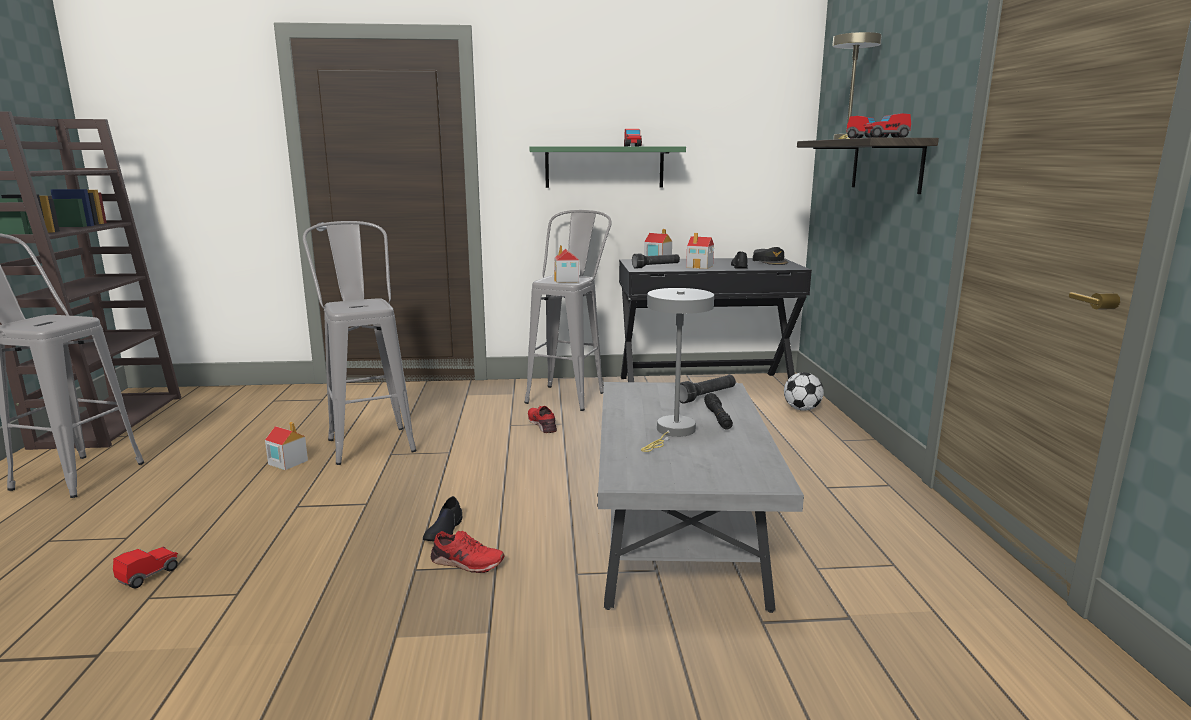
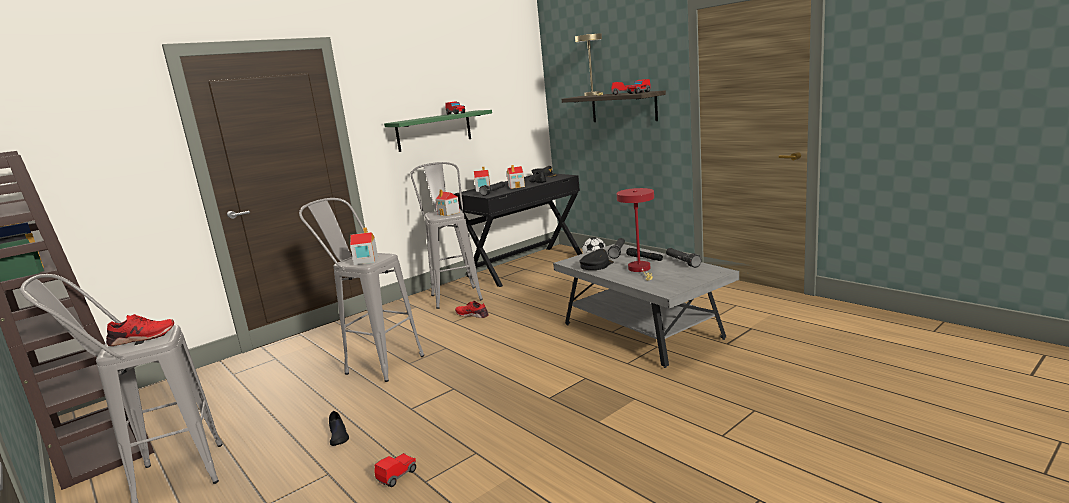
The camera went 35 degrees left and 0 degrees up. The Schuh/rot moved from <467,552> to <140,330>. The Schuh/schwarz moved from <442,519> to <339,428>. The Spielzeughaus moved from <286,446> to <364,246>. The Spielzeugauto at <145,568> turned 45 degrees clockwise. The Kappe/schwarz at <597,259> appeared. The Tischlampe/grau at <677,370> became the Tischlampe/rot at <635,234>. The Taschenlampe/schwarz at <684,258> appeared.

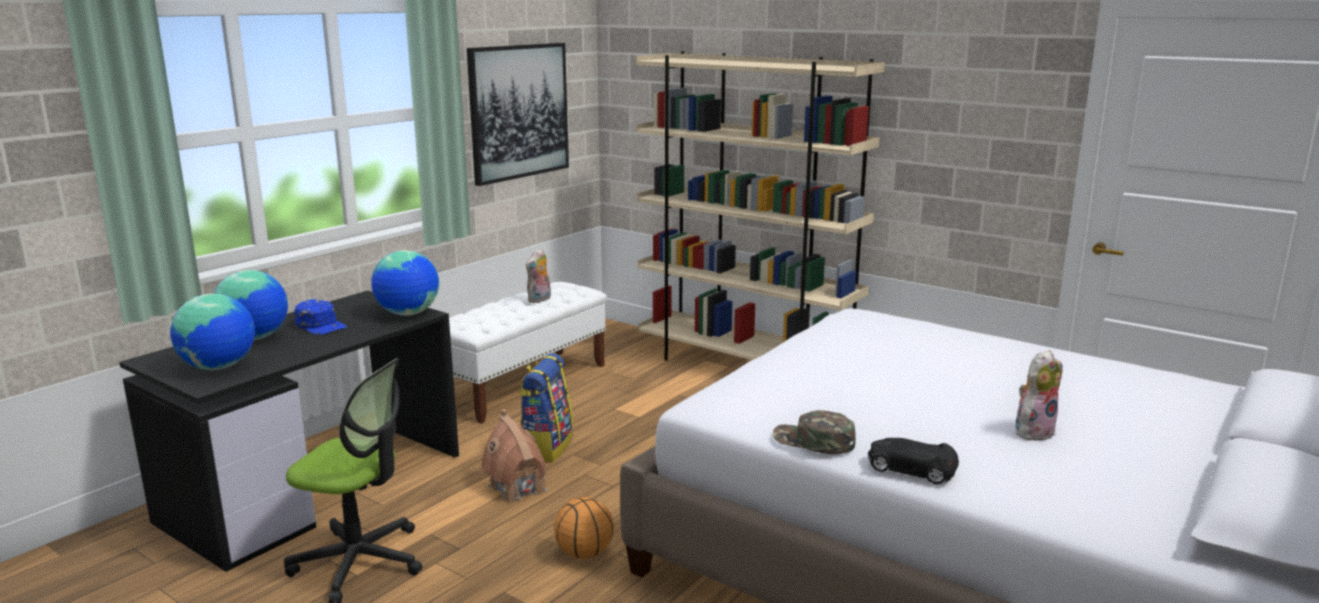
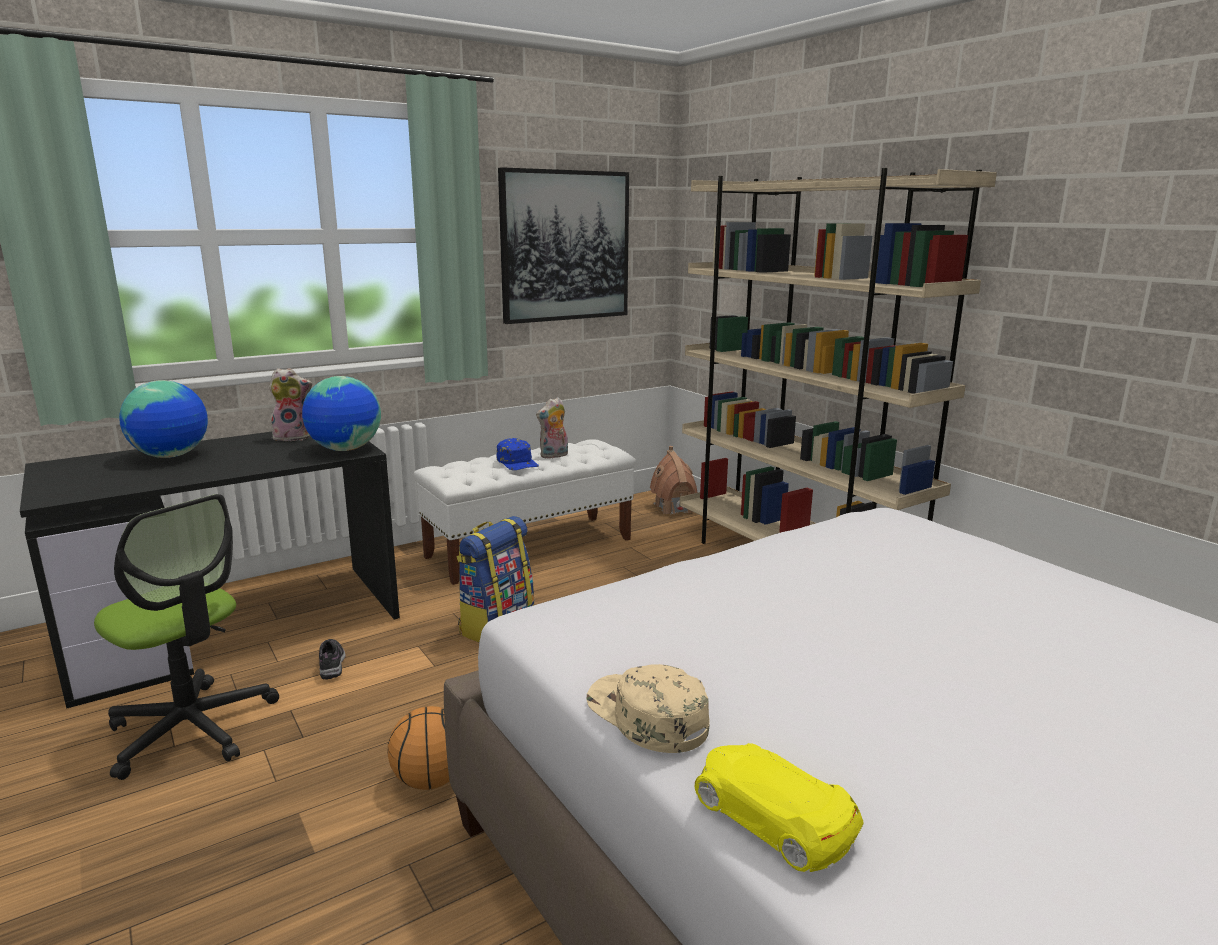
The camera went 20 degrees right and 0 degrees up. The Plüschtier moved from <1039,395> to <290,404>. The Schuh at <332,659> appeared. The Kappe/blau moved from <321,317> to <517,454>. The Kappe/grün at <814,432> became the Kappe/beige at <648,708>. The Spielzeughaus moved from <514,455> to <673,480>. The Spielzeugauto/schwarz at <913,461> became the Spielzeugauto/gelb at <779,807>. The Globus at <212,332> disappeared.

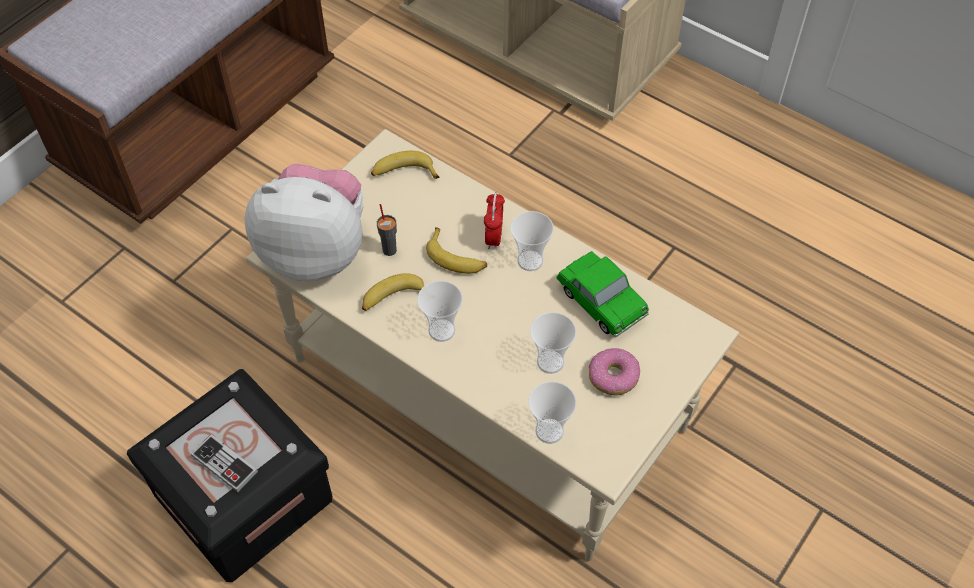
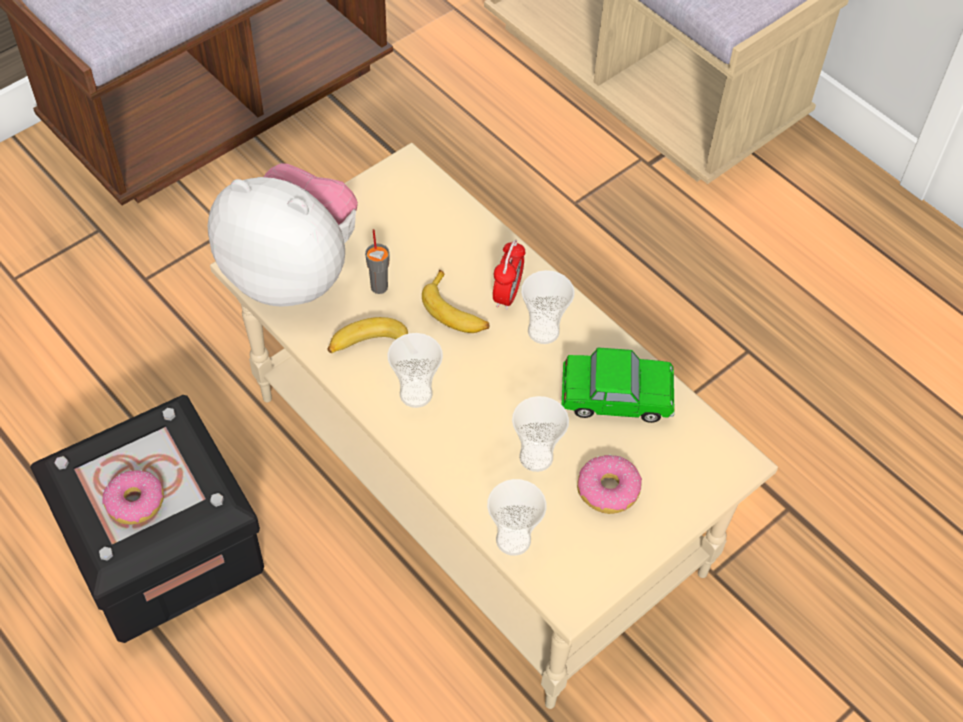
The camera went 10 degrees right and 0 degrees up. The Gamepad at <224,463> was replaced by the Donut at <133,497>. The Spielzeugauto at <603,294> turned 60 degrees counterclockwise. The Banane at <405,165> disappeared.

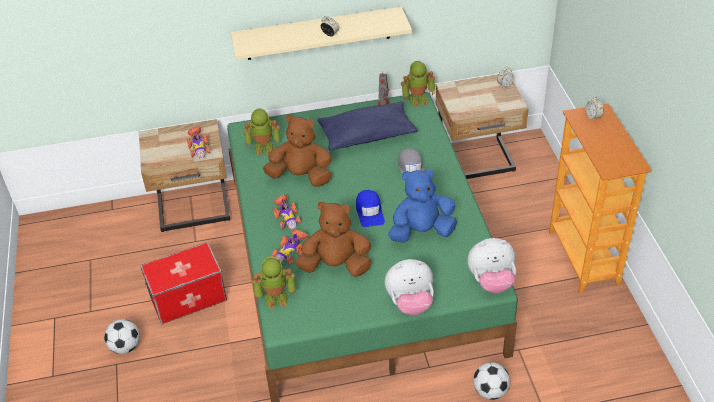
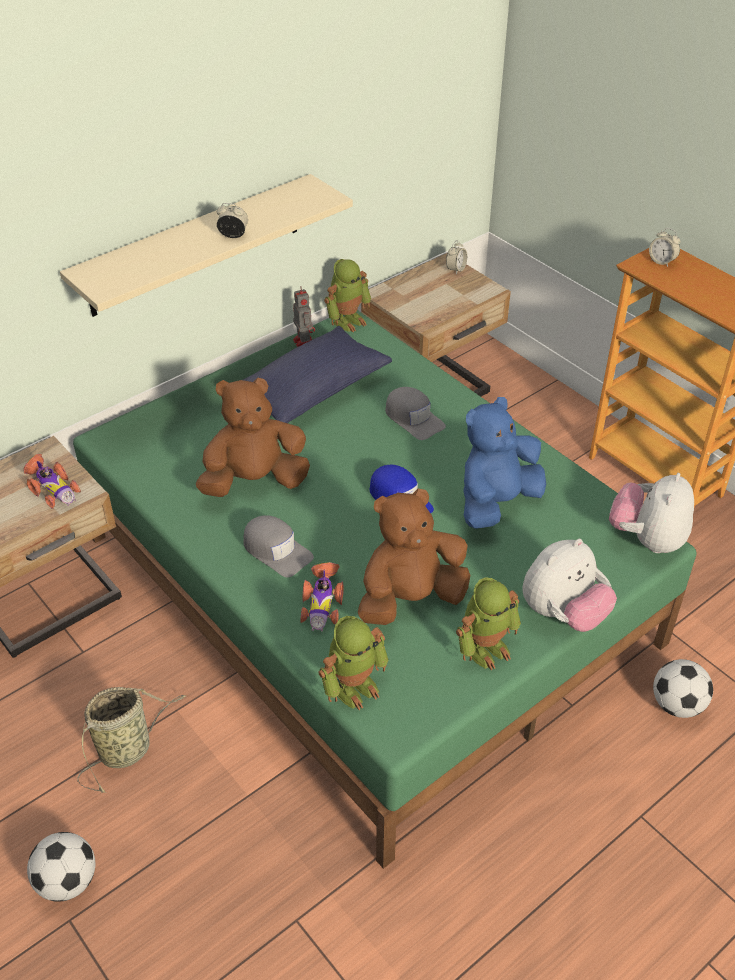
The camera went 30 degrees left and 0 degrees up. The Aufbewahrungsbox at <183,283> was replaced by the Korb at <132,740>. The Spielzeugauto at <287,212> was replaced by the Kappe/grau at <279,546>. The Spielzeugroboter moved from <262,132> to <488,624>. The Plüschtier at <491,265> turned 150 degrees clockwise.

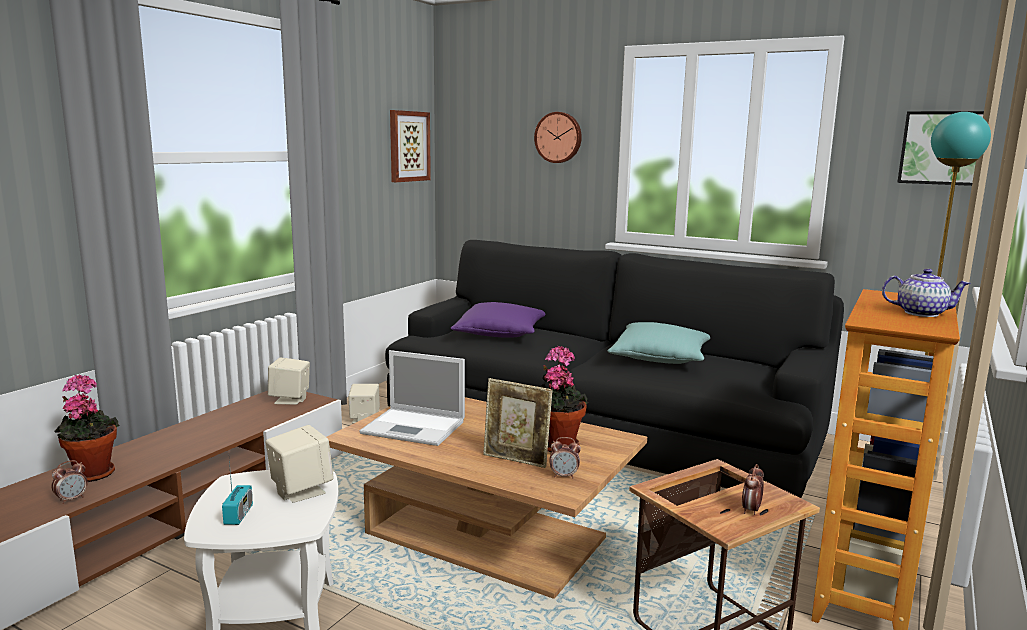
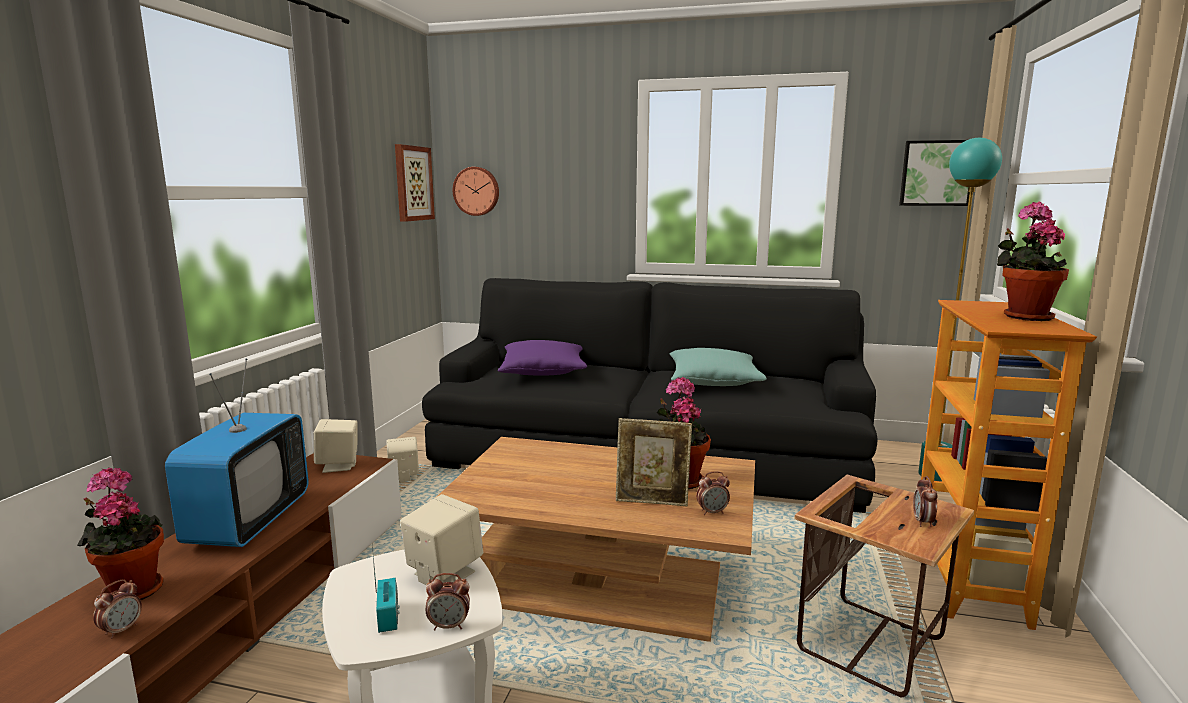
The camera went 15 degrees left and 0 degrees up. The Fernseher at <237,452> appeared. The Wecker at <448,601> appeared. The Wanduhr moved from <558,137> to <476,191>. The Teekanne at <926,293> was replaced by the Topfpflanze at <1033,261>. The Laptop at <412,398> disappeared.

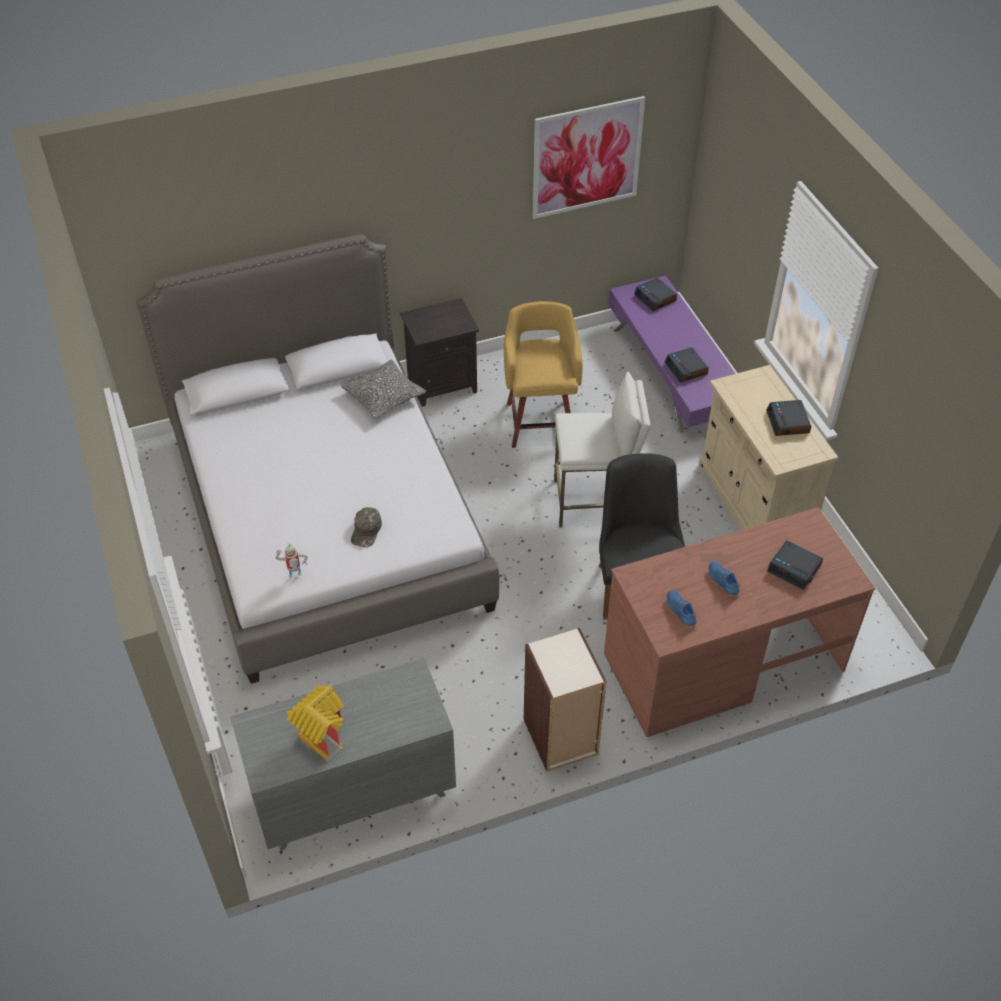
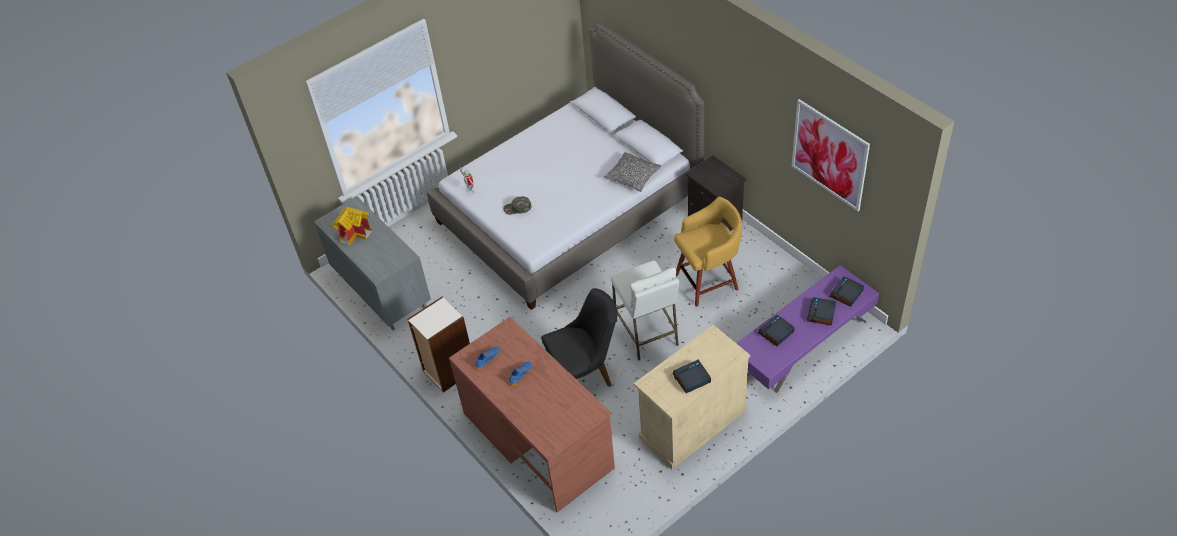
The camera went 75 degrees right and 0 degrees up. The Wecker moved from <795,565> to <821,311>.

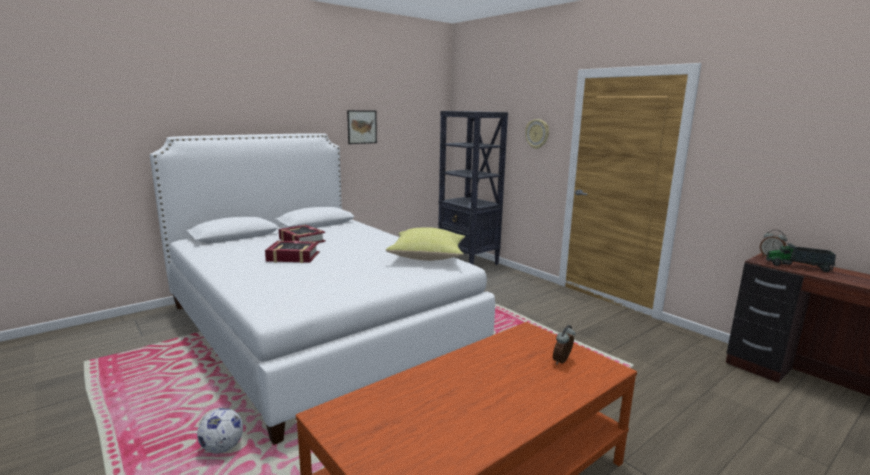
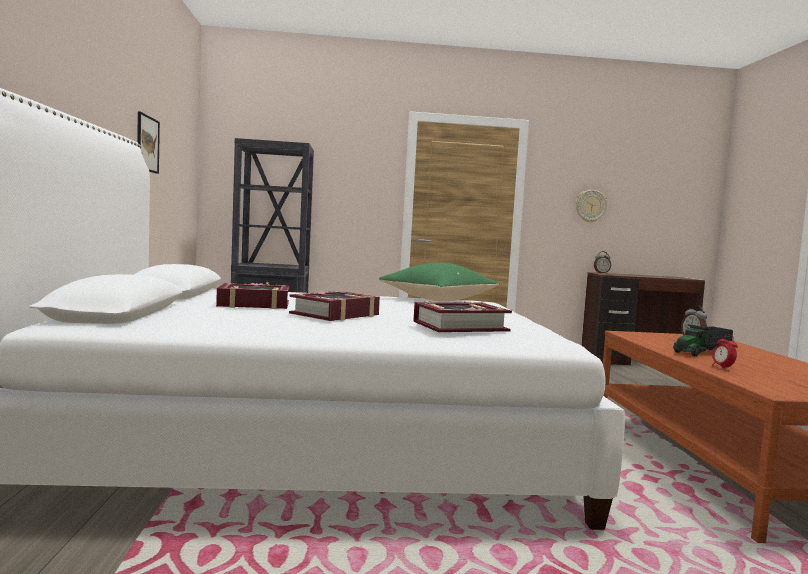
The camera went 55 degrees left and 10 degrees down. The Kissen/gelb at <425,244> became the Kissen/grün at <439,282>. The Buch at <462,316> appeared. The Wanduhr moved from <537,134> to <592,206>. The Spielzeuglaster moved from <801,257> to <703,340>. The Wecker at <725,352> appeared. The Fußball at <220,431> disappeared.

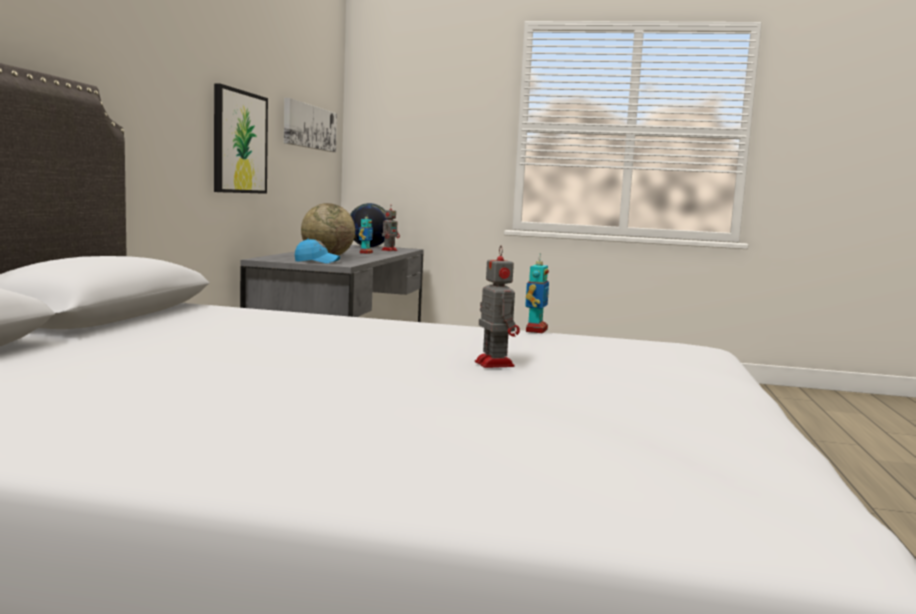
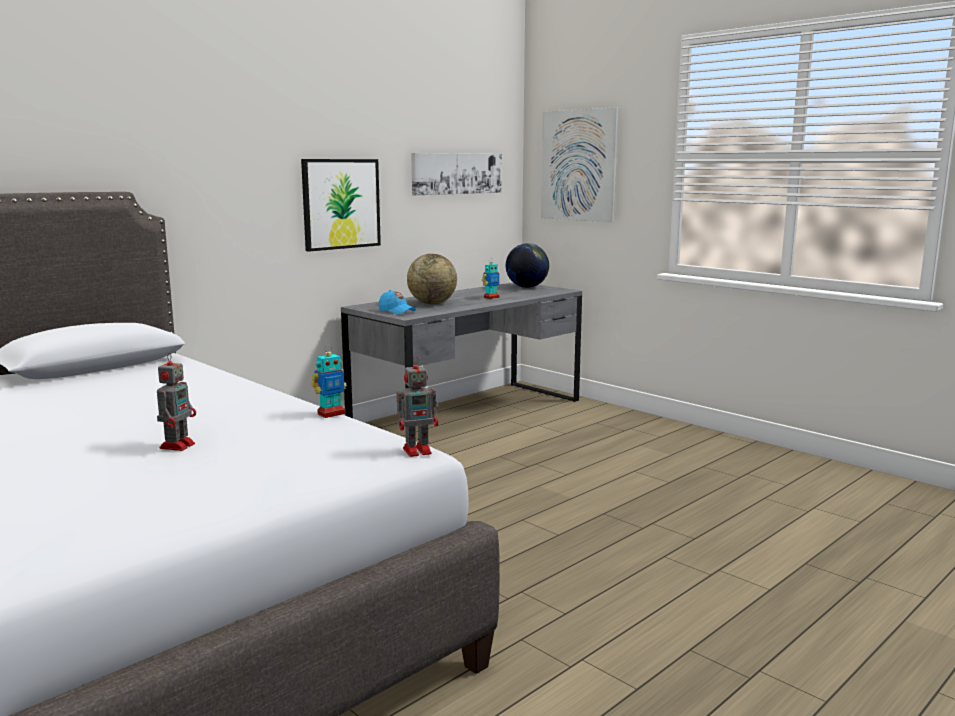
The camera went 35 degrees right and 5 degrees up. The Spielzeugroboter moved from <390,228> to <417,406>. The Bild at <579,165> appeared.

